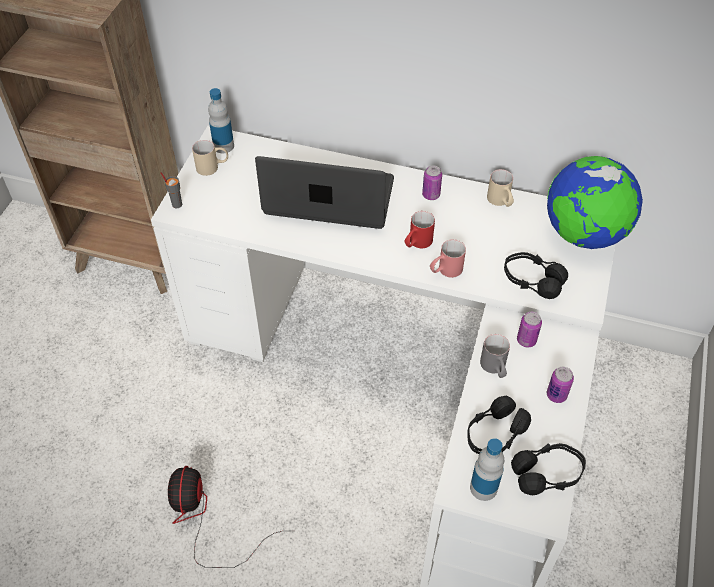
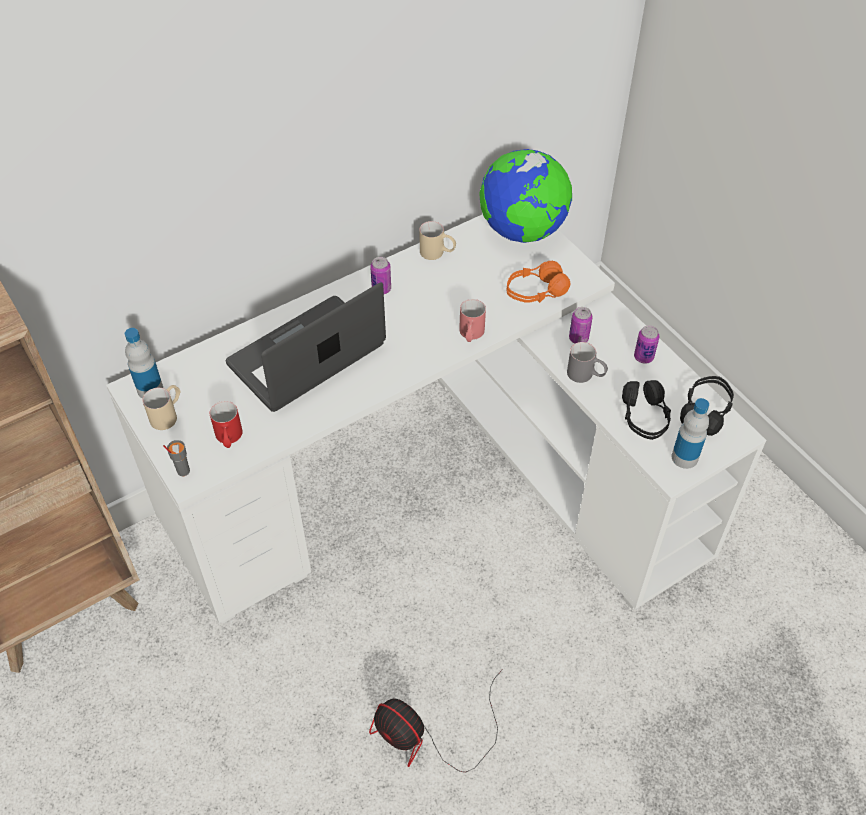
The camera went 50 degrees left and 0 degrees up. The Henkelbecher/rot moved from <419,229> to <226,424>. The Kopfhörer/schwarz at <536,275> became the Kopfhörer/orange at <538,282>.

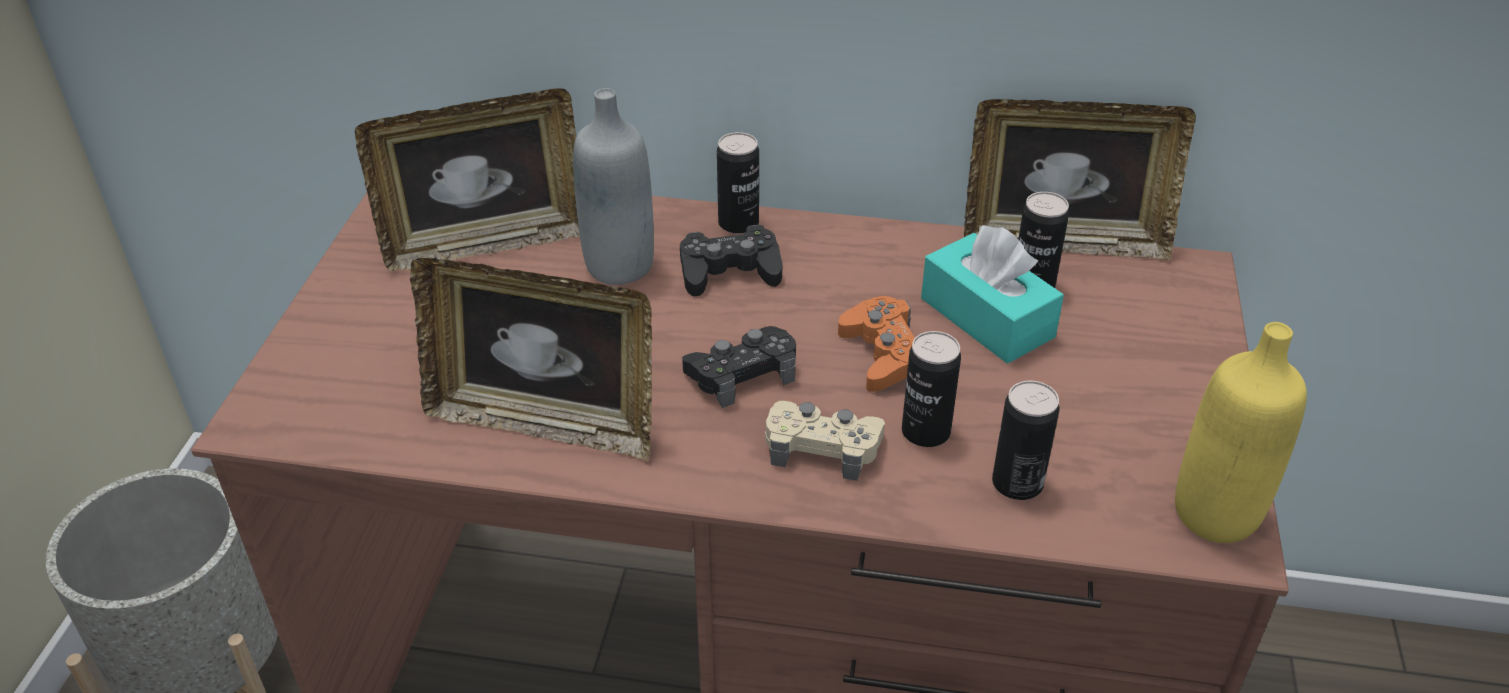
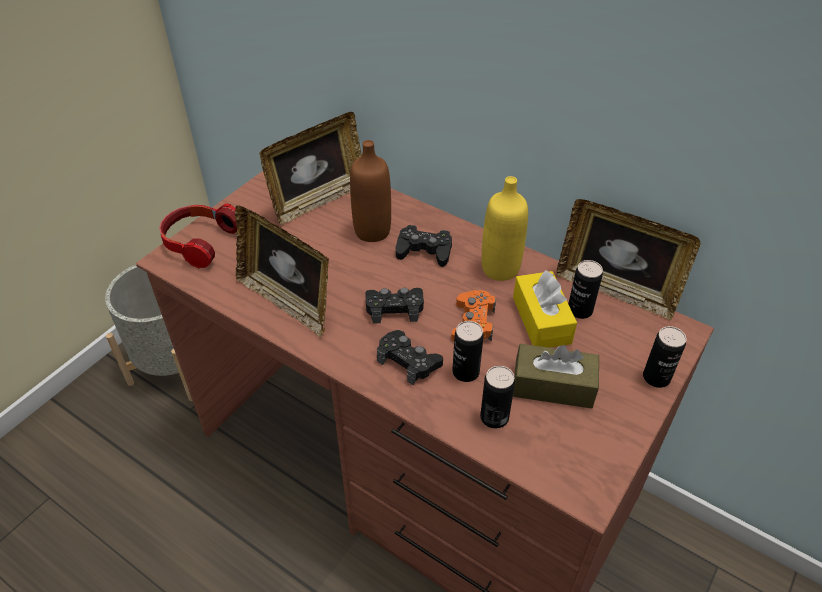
The camera went 25 degrees right and 5 degrees up. The Kopfhörer at <198,236> appeared. The Bilderrahmen at <467,180> turned 45 degrees counterclockwise. The Flasche/grau at <613,186> became the Flasche/braun at <370,191>. The Gamepad/beige at <825,441> became the Gamepad/schwarz at <410,357>. The Flasche/gelb moved from <1241,432> to <505,228>. The Taschentuchbox/türkis at <992,294> became the Taschentuchbox/gelb at <545,309>. The Taschentuchbox/braun at <556,376> appeared. The Dose moved from <738,183> to <664,357>.

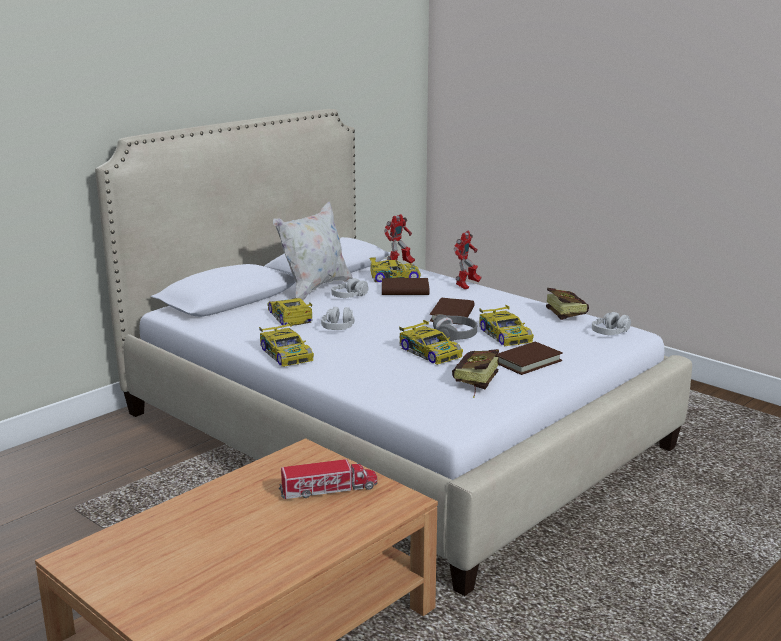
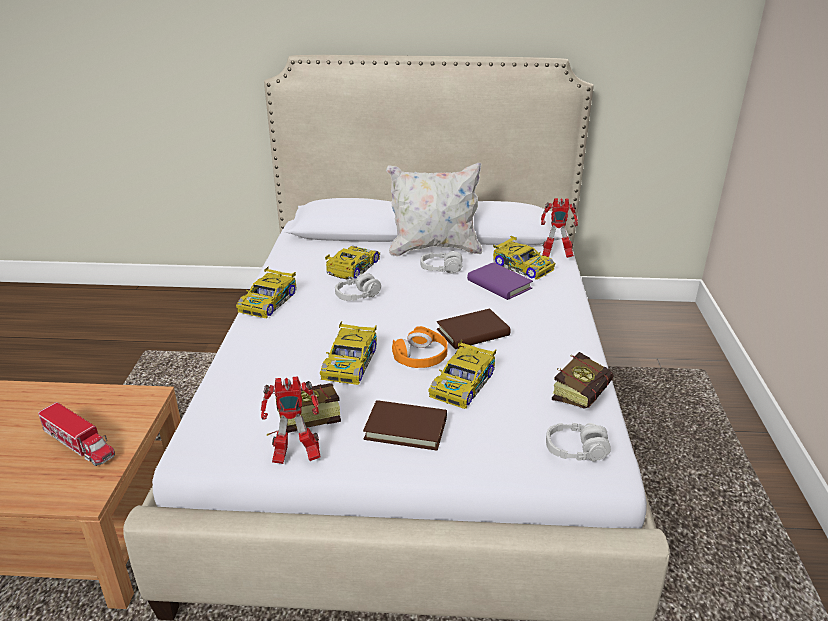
The camera went 50 degrees right and 10 degrees up. The Spielzeugroboter moved from <467,260> to <290,420>. The Kopfhörer/grau at <455,327> became the Kopfhörer/orange at <420,347>. The Buch/braun at <405,286> became the Buch/lila at <500,281>.

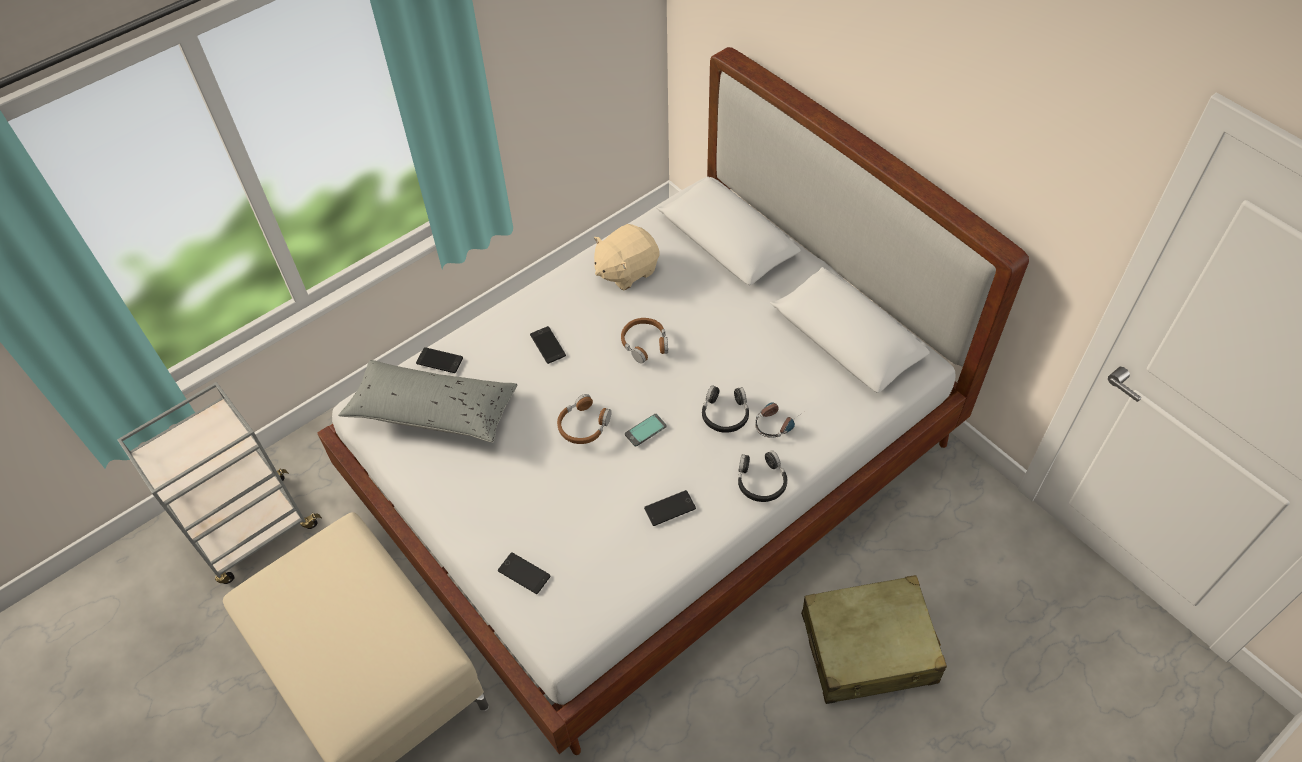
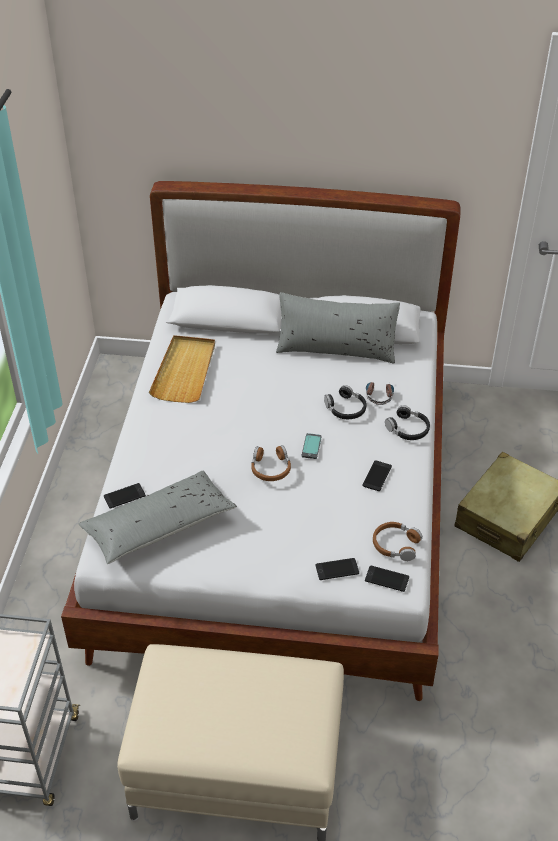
The camera went 45 degrees left and 10 degrees down. The Plüschtier/beige at <626,257> was replaced by the Tablett/beige at <182,369>. The Kissen/grau at <338,327> appeared. The Handy moved from <548,345> to <387,578>. The Kopfhörer/braun moved from <644,341> to <398,541>.

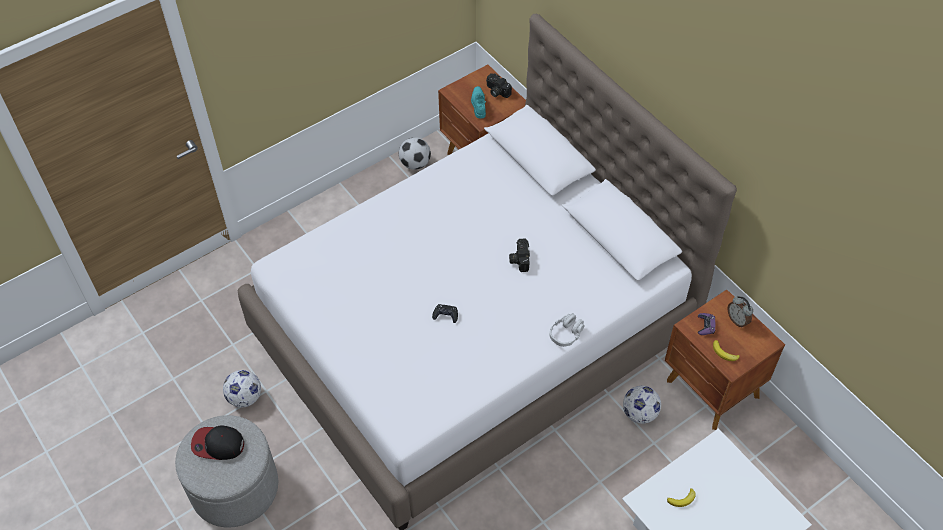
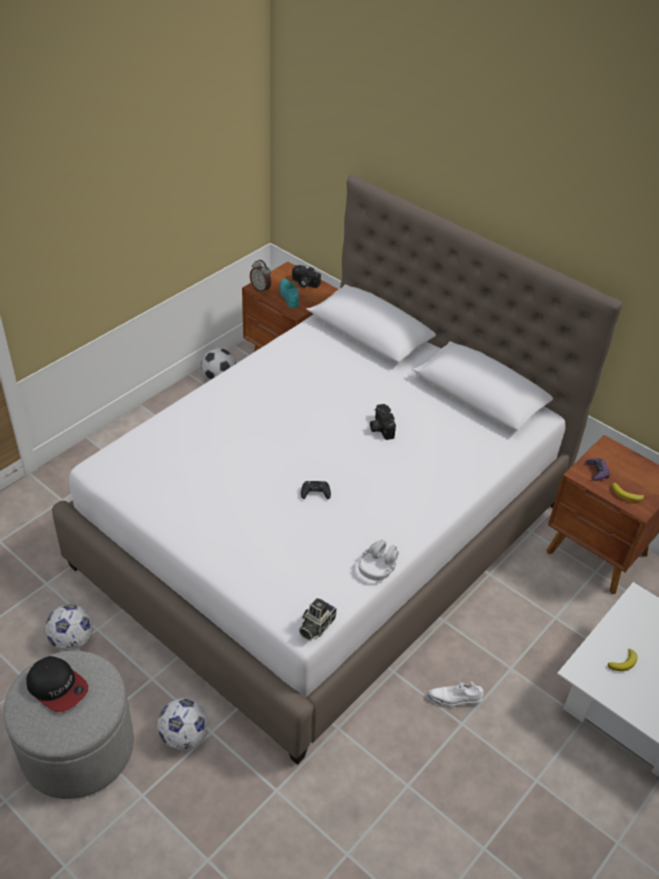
The camera went 15 degrees left and 10 degrees down. The Kappe at <217,443> turned 135 degrees counterclockwise. The Fußball moved from <642,405> to <182,724>. The Wecker moved from <740,312> to <260,276>. The Kamera at <318,619> appeared. The Kopfhörer/grau moved from <567,330> to <378,560>. The Schuh/weiß at <456,694> appeared.

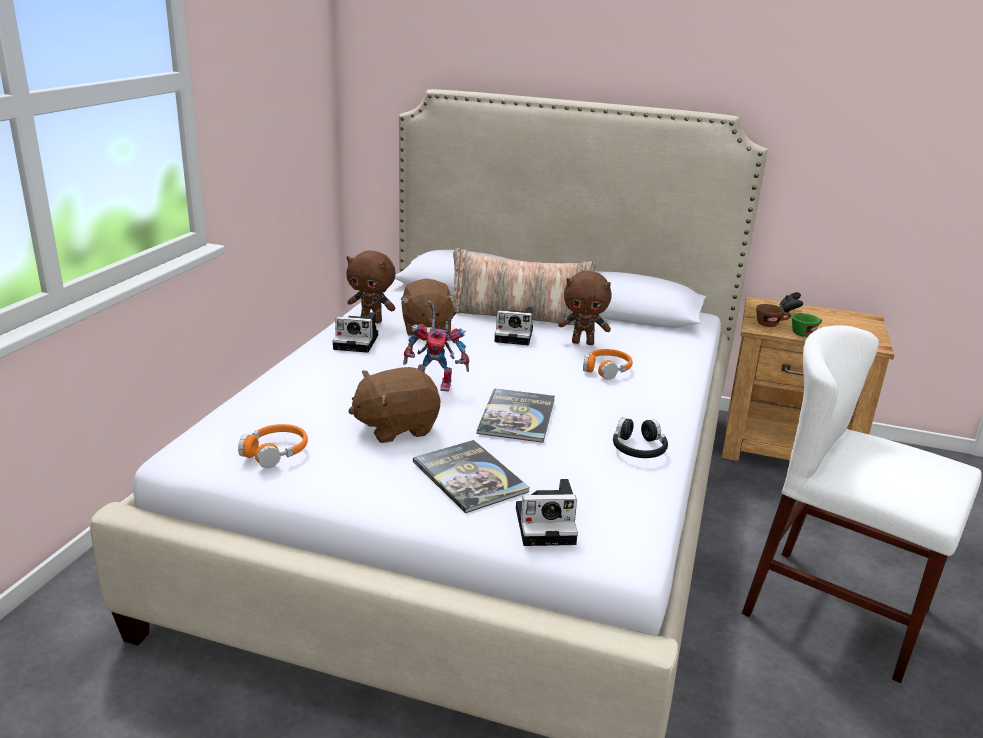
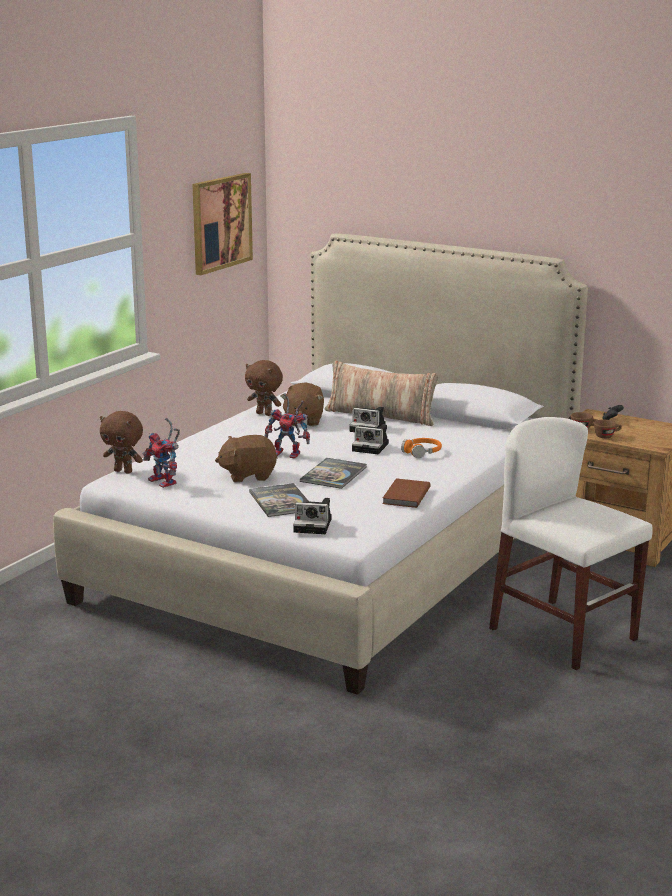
The camera went 15 degrees right and 5 degrees down. The Plüschtier/braun moved from <585,308> to <121,442>. The Kopfhörer/orange at <273,446> was replaced by the Spielzeugroboter at <161,453>. The Bild at <222,224> appeared. The Kamera moved from <355,332> to <370,439>. The Kopfhörer/schwarz at <640,438> was replaced by the Buch/braun at <407,493>. The Tasse/grün at <807,325> became the Tasse/braun at <608,429>.

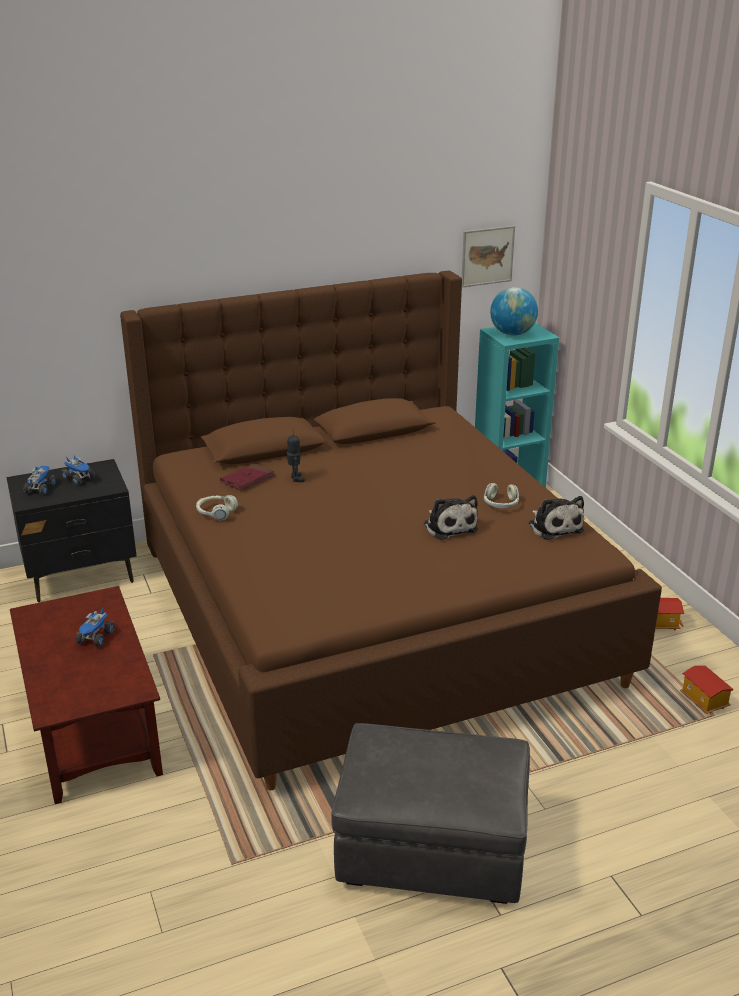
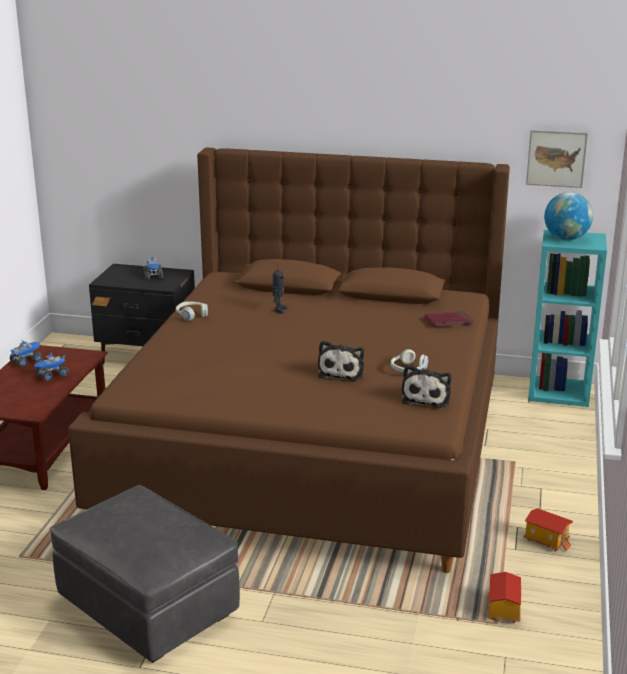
The camera went 35 degrees right and 5 degrees down. The Spielzeuglaster moved from <39,480> to <26,353>. The Buch/rot moved from <247,476> to <449,319>.

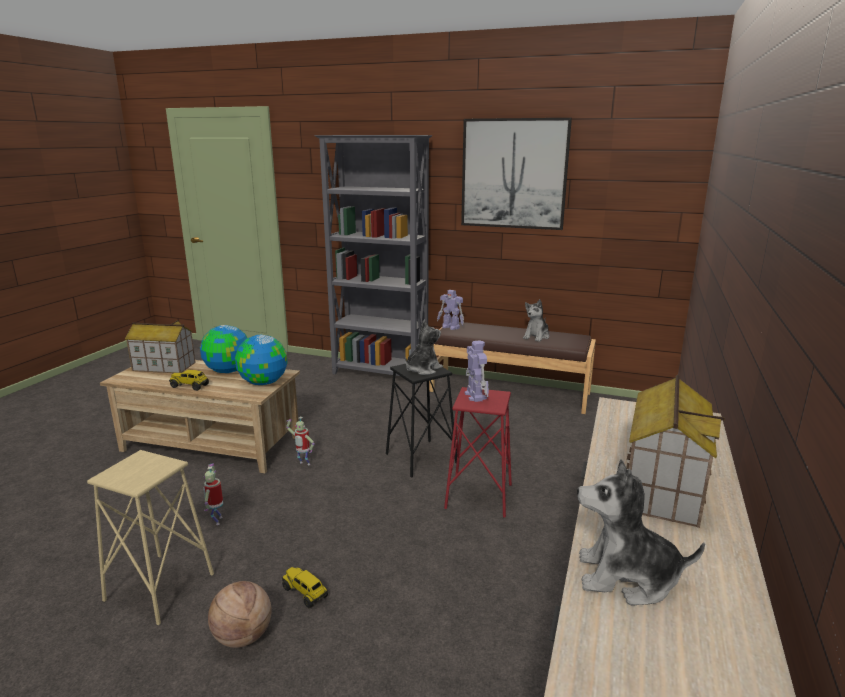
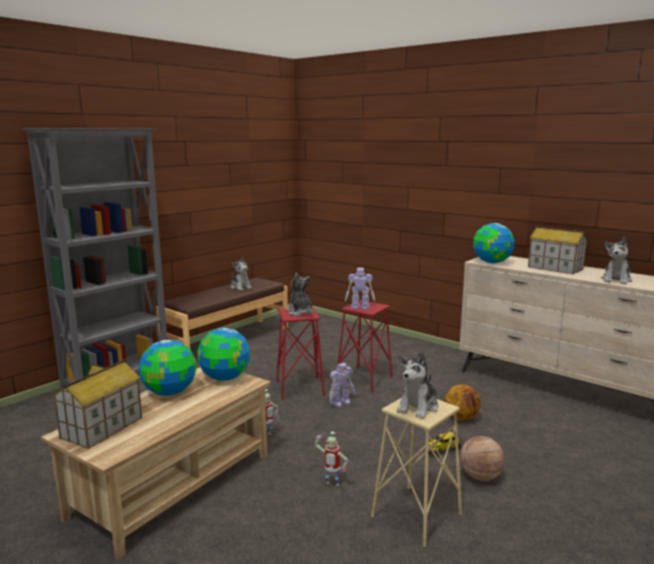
The camera went 70 degrees left and 5 degrees down. The Hocker/schwarz at <421,421> became the Hocker/rot at <300,353>. The Spielzeugroboter moved from <450,310> to <342,385>. The Plüschtier at <417,385> appeared. The Basketball at <462,402> appeared. The Globus at <494,243> appeared. The Spielzeuglaster at <189,380> disappeared. The Bild at <516,174> disappeared.

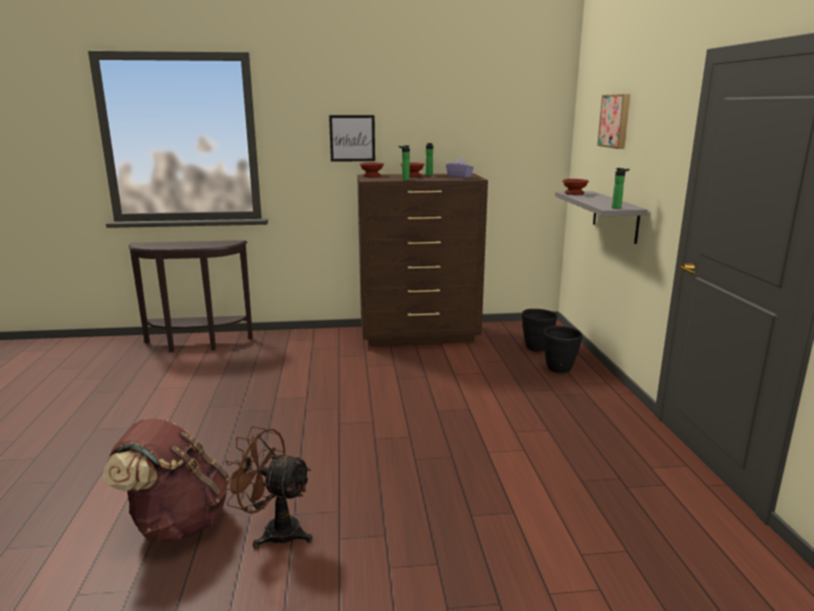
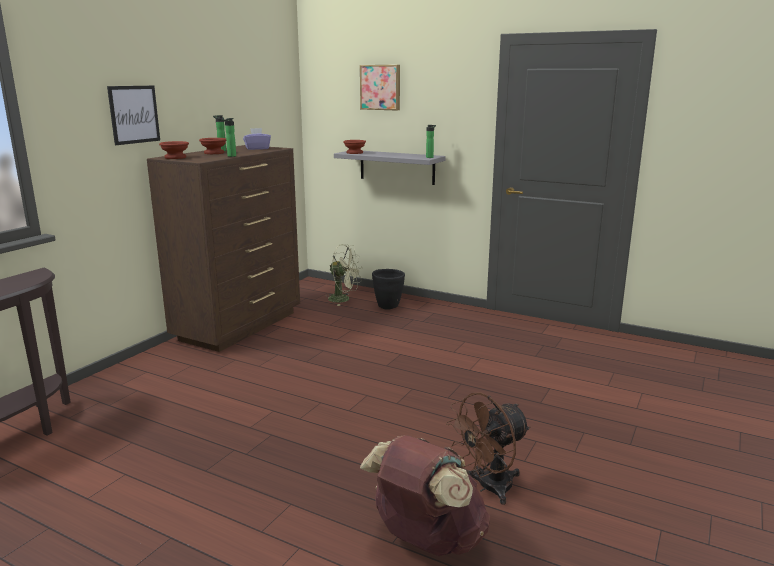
The camera went 55 degrees left and 0 degrees up. The Pflanzkübel/schwarz at <539,330> was replaced by the Ventilator/grün at <345,275>.

